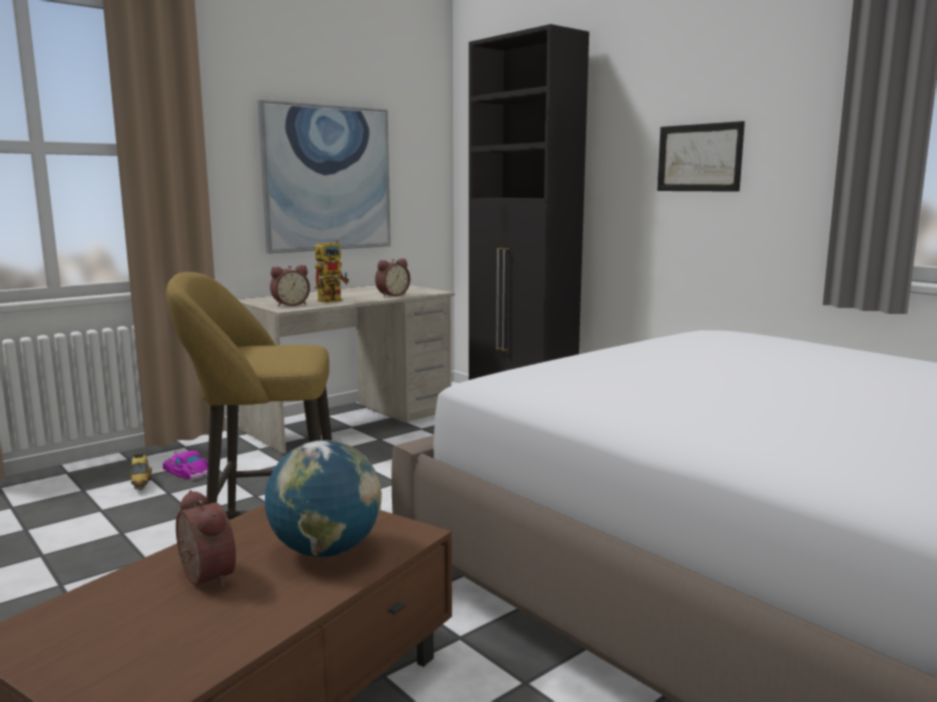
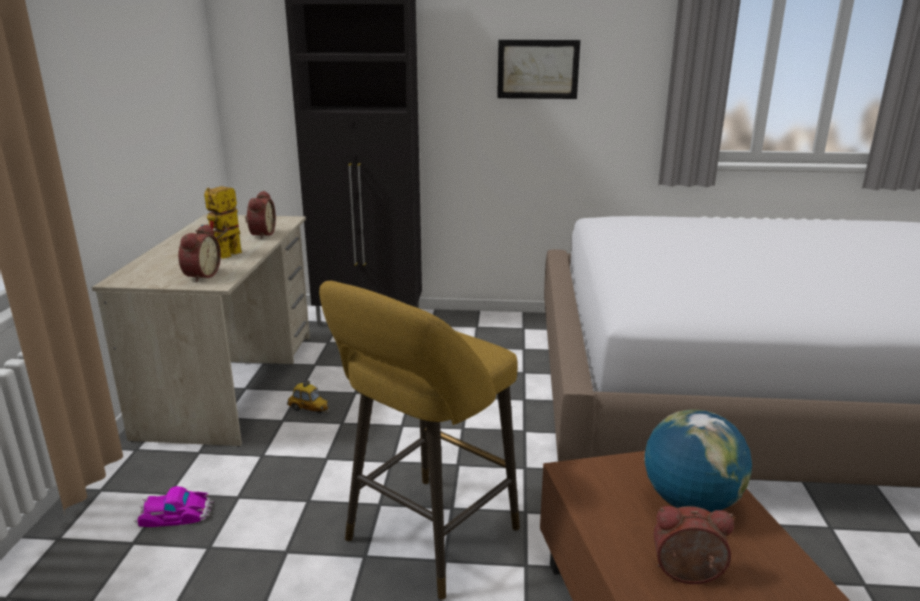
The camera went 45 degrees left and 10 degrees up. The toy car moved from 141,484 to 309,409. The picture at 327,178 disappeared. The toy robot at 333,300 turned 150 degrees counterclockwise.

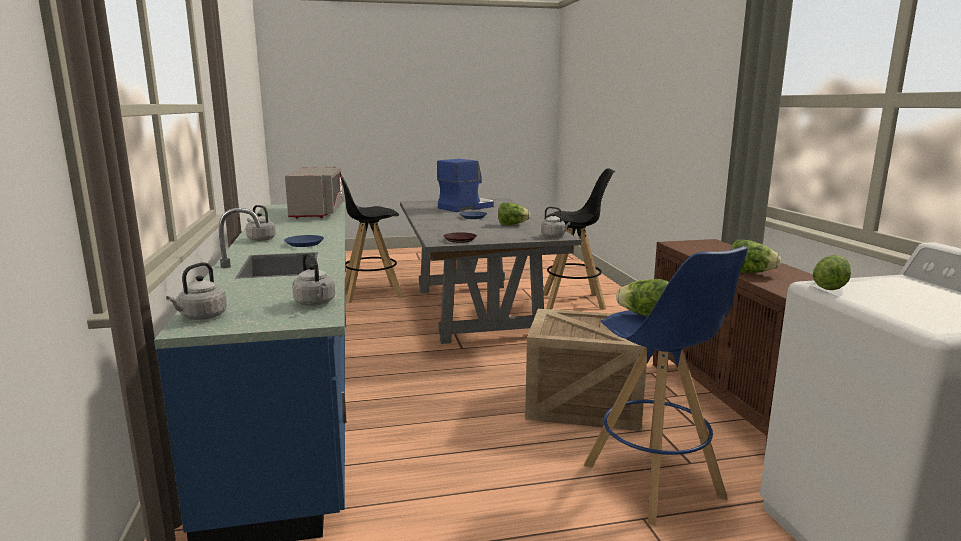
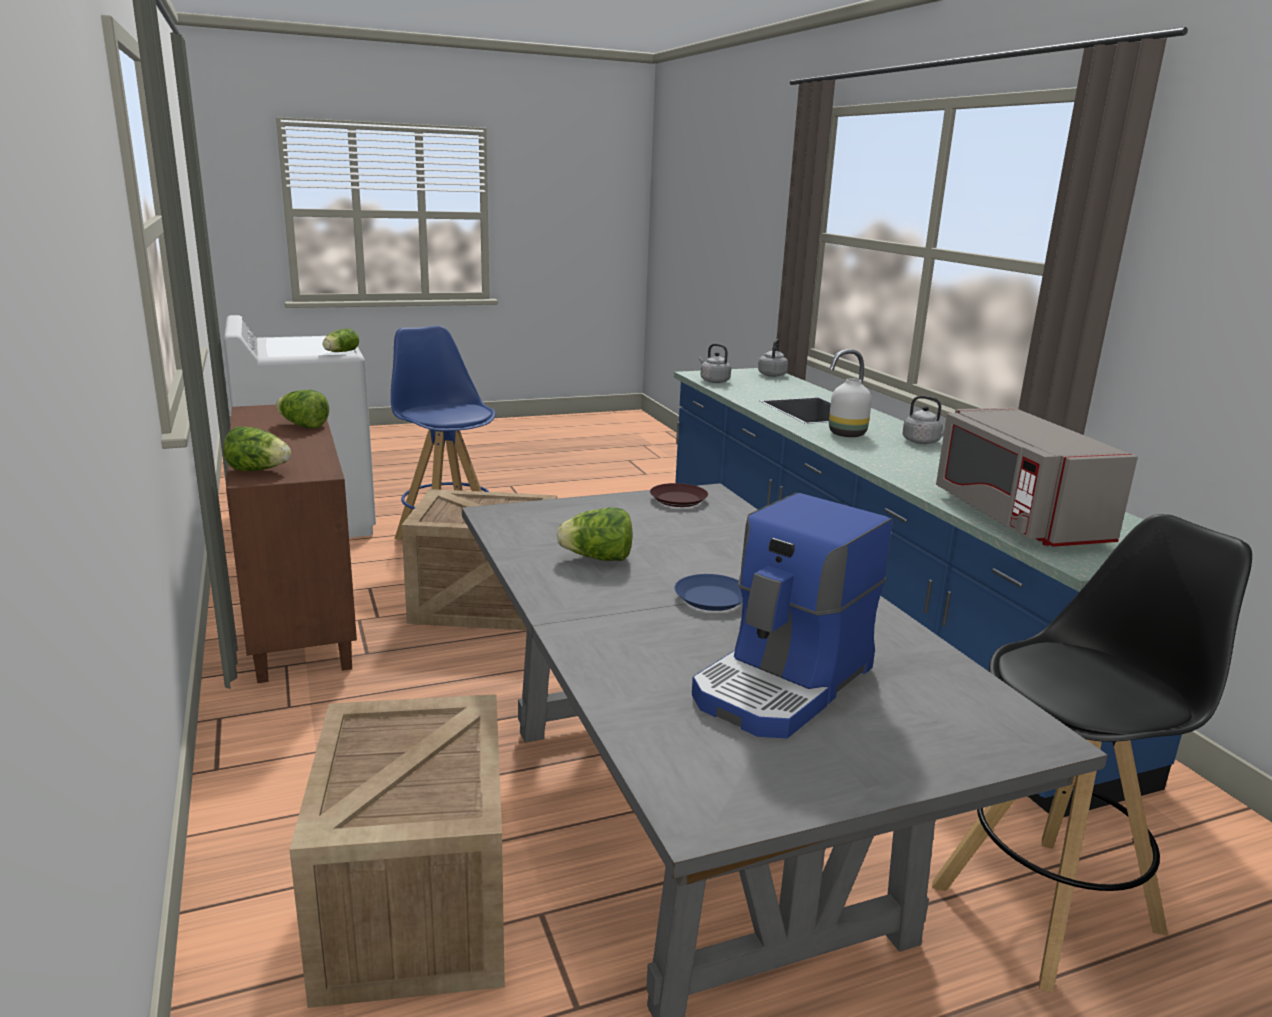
The camera went 170 degrees right and 5 degrees up. The blue plate at 304,244 was replaced by the white vase at 848,434. The grey kettle at 554,236 disappeared. The black stool at 574,302 was replaced by the crate at 412,903. The lettuce moved from 645,316 to 258,470.

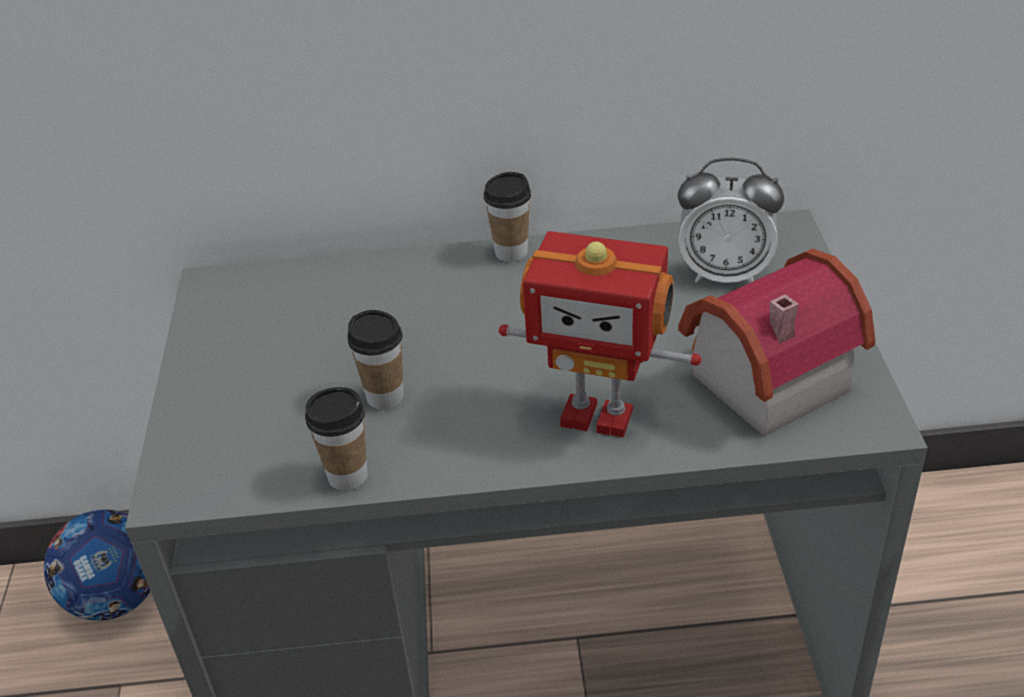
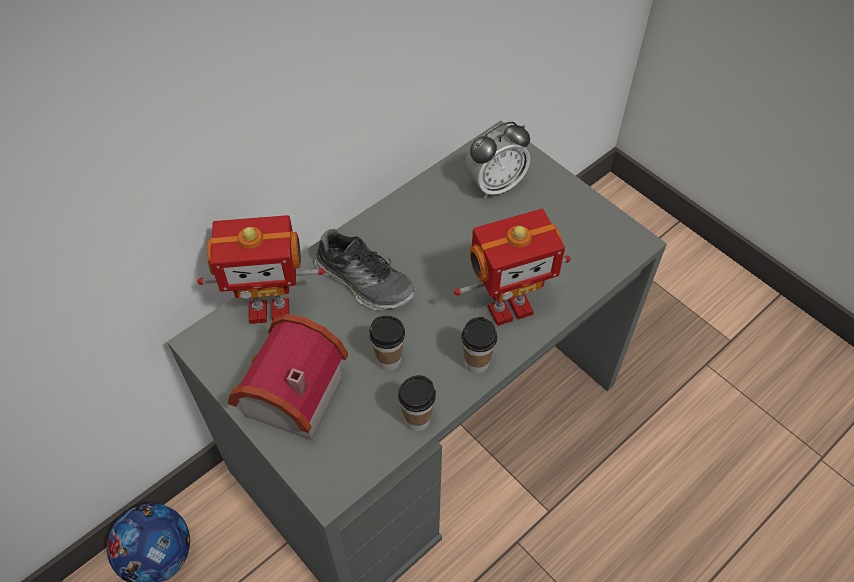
The camera went 40 degrees left and 15 degrees up. The cup moved from 511,252 to 476,363. The toy house moved from 760,379 to 287,397. The toy robot at 269,309 appeared. The shoe at 364,281 appeared.

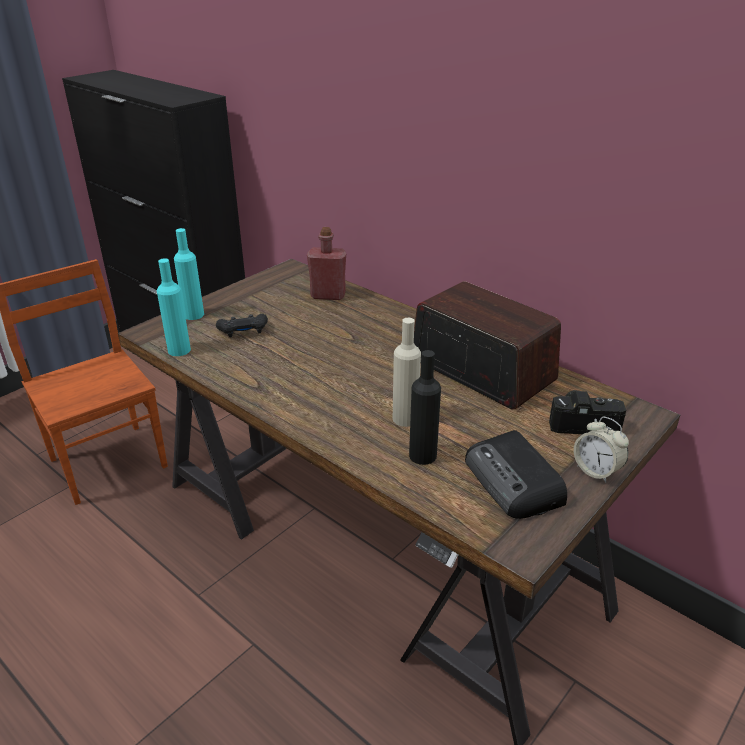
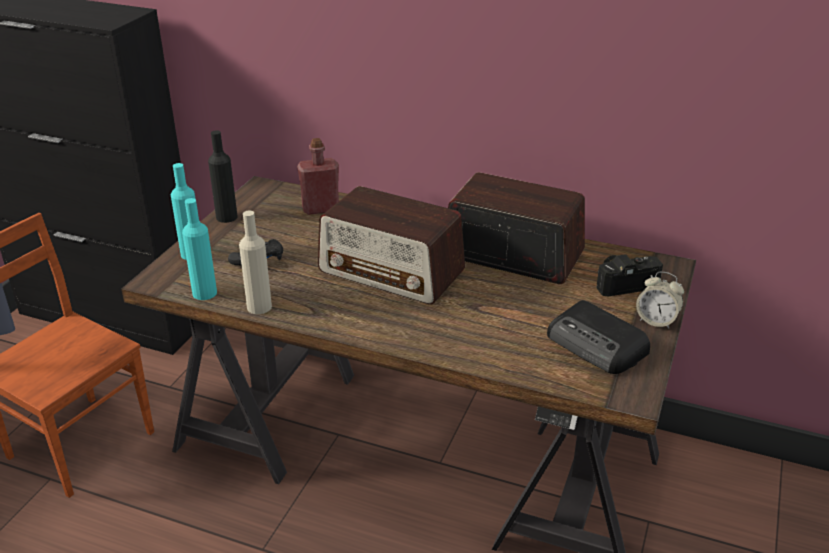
The camera went 20 degrees left and 0 degrees up. The beige bottle moved from 405,418 to 259,307. The black bottle moved from 422,455 to 226,217. The radio at 392,271 appeared.

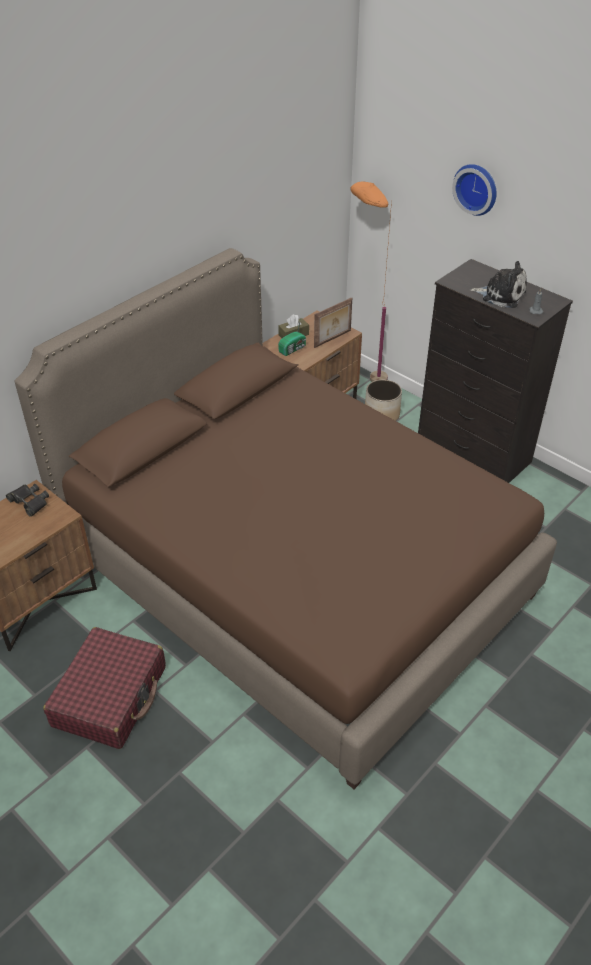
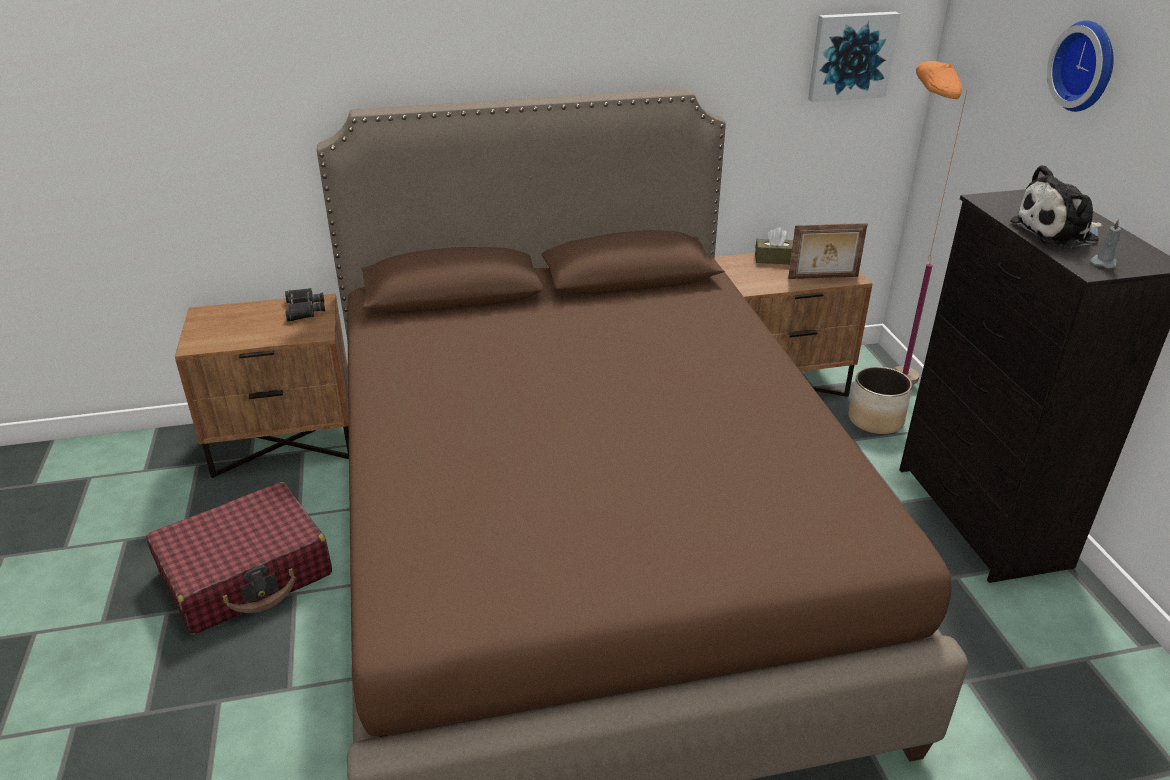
The camera went 35 degrees right and 10 degrees down. The radio at 293,349 disappeared. The plush toy at 501,295 turned 105 degrees clockwise. The picture at 851,56 appeared.

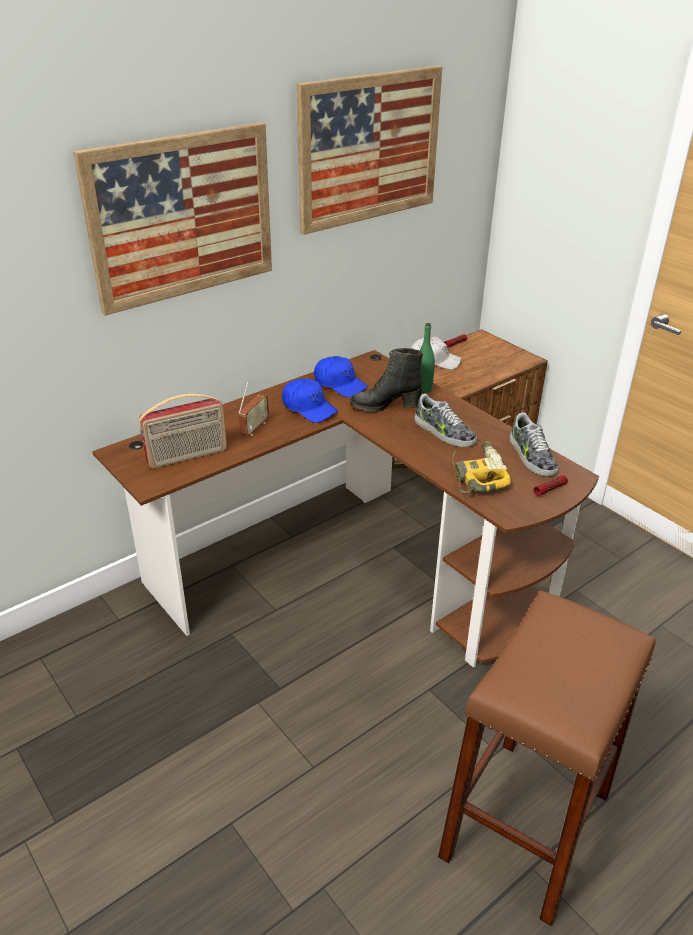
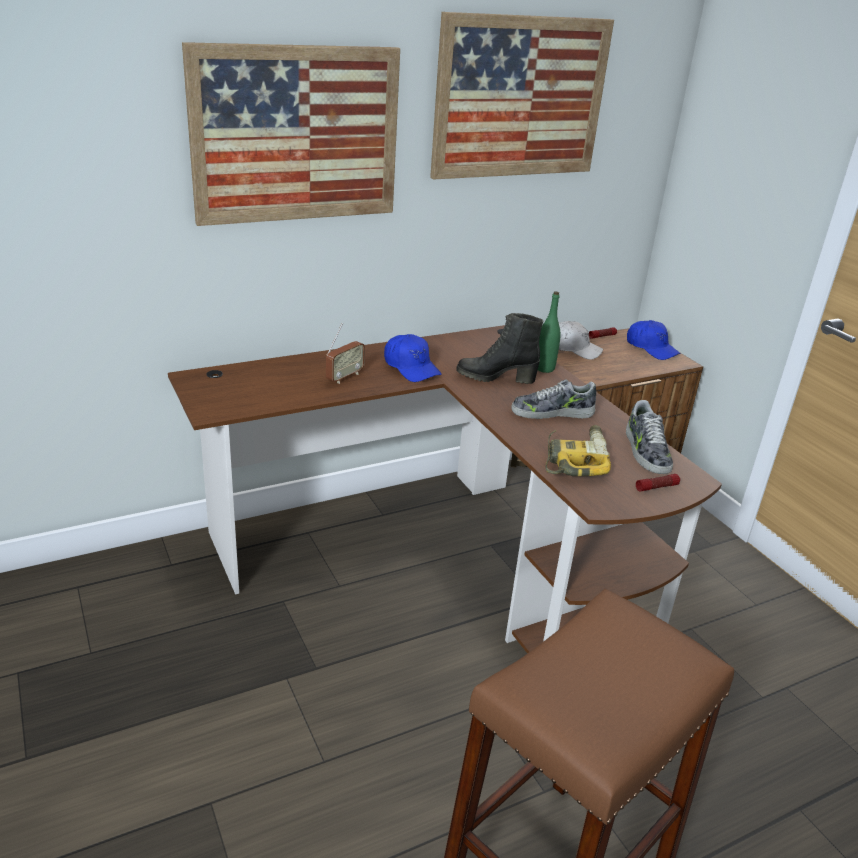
The camera went 10 degrees right and 5 degrees down. The radio at 187,456 disappeared. The blue cap moved from 340,384 to 651,348. The shoe at 444,432 turned 120 degrees clockwise.

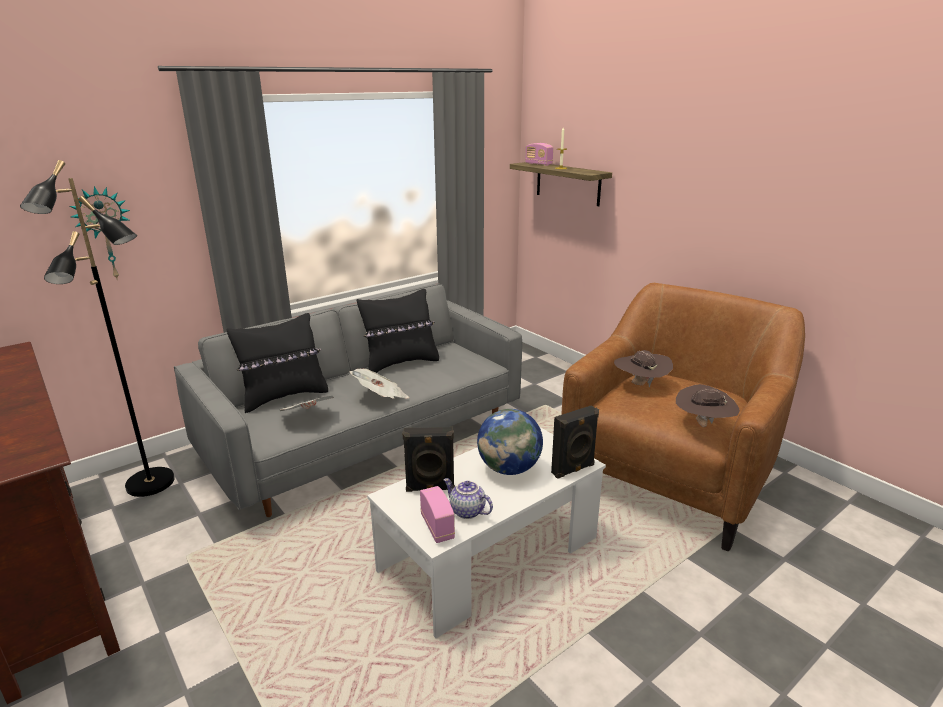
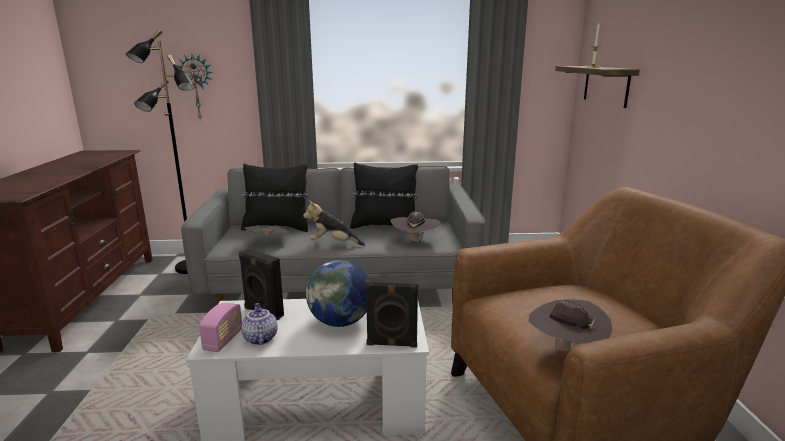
The camera went 35 degrees right and 5 degrees down. The newspaper at 381,397 was replaced by the plush toy at 333,244. The radio at 538,164 disappeared. The brown hat moved from 640,385 to 415,241.

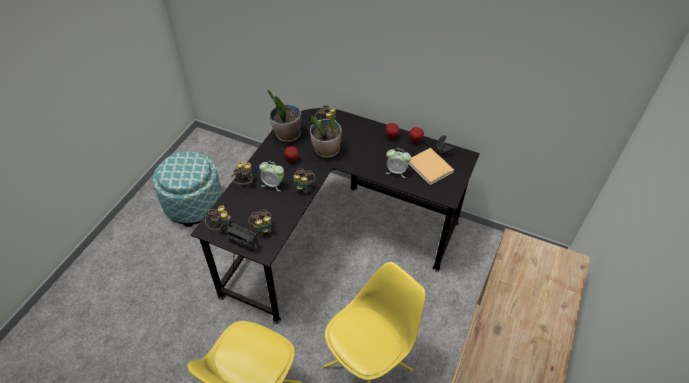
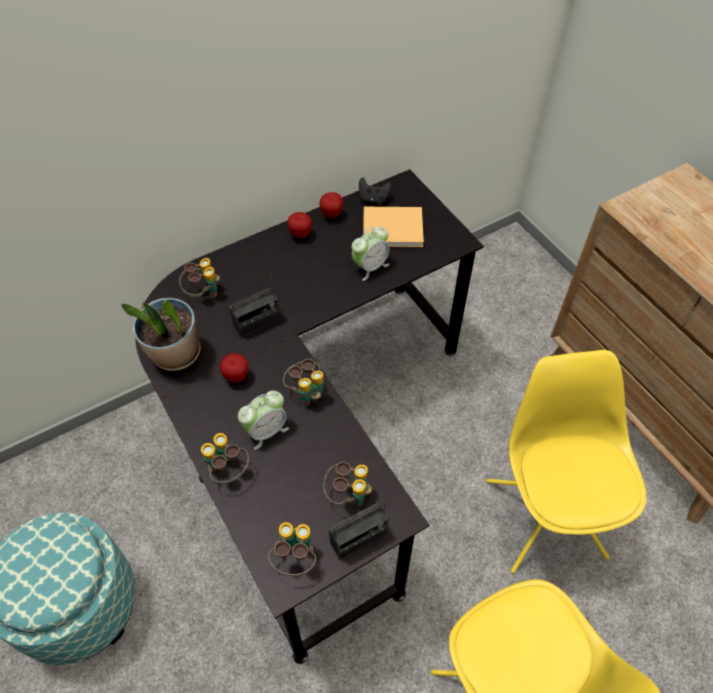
The camera went 55 degrees left and 5 degrees up. The potted plant at 326,150 was replaced by the radio at 257,322.

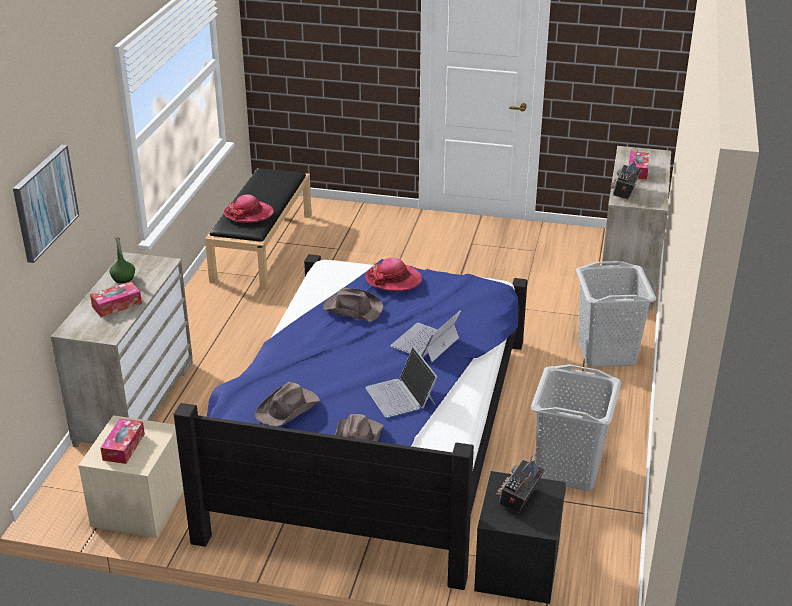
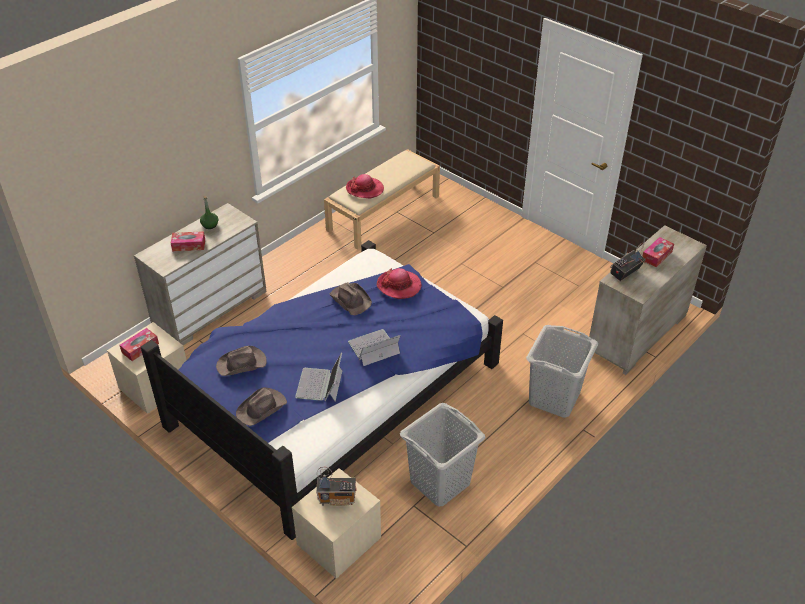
The camera went 30 degrees right and 10 degrees up. The picture at 44,202 disappeared. The black bench at 262,246 became the beige bench at 384,212. The black nightstand at 517,568 became the beige nightstand at 339,542. The radio at 519,498 turned 150 degrees counterclockwise.

